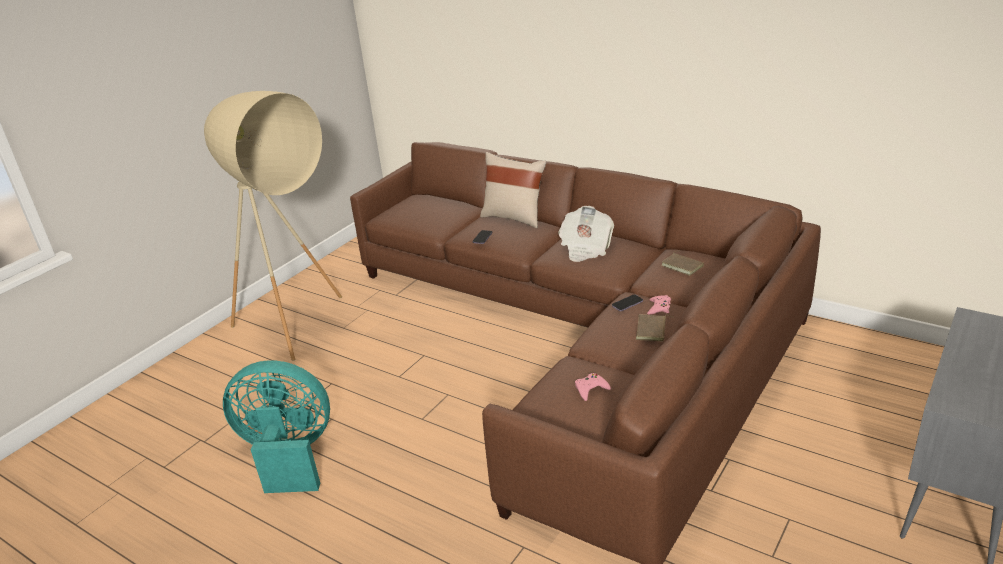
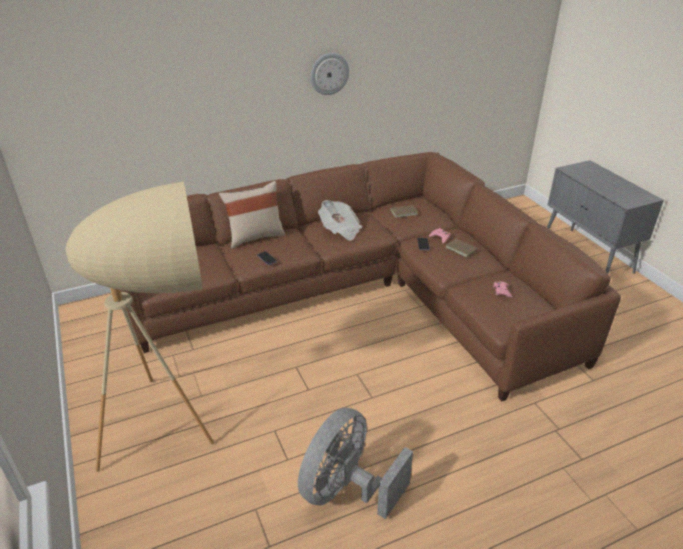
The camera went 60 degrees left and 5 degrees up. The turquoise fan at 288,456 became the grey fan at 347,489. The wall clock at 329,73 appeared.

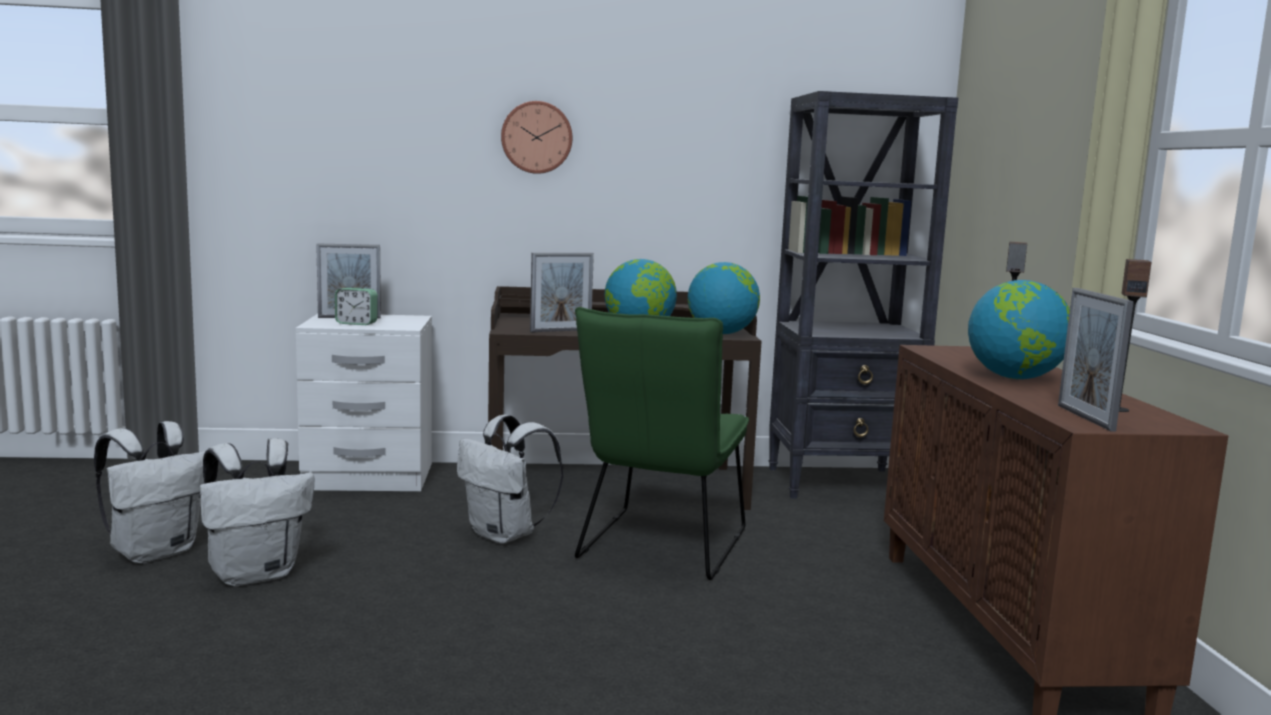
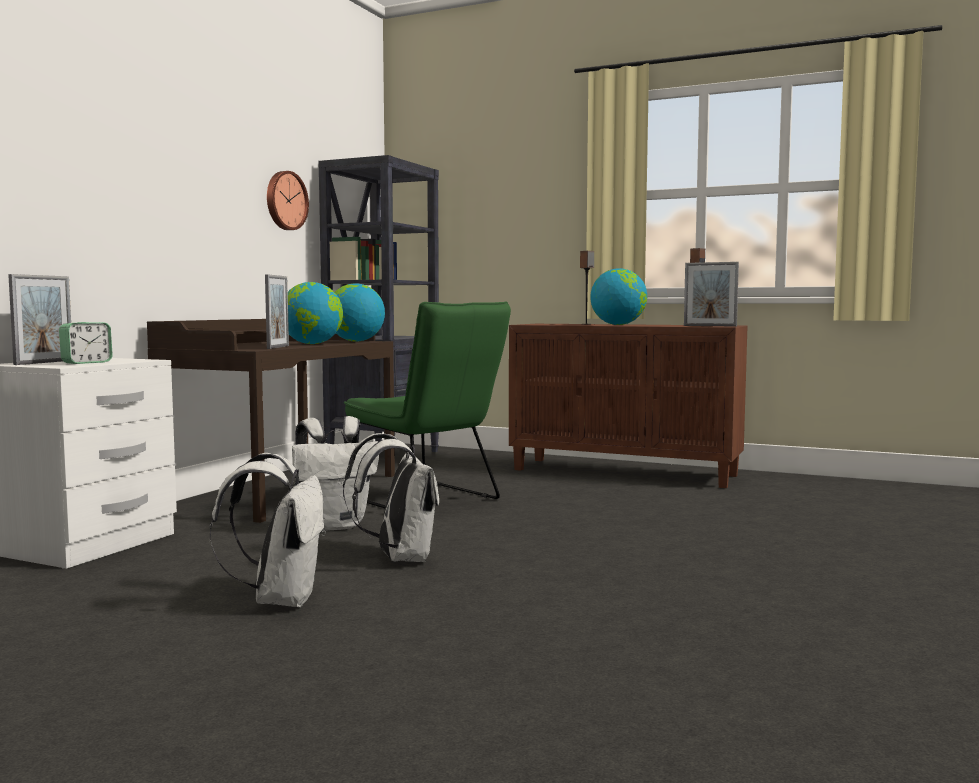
The camera went 60 degrees left and 5 degrees down. The white backpack moved from 156,552 to 399,558. The wall clock moved from 537,137 to 285,200.

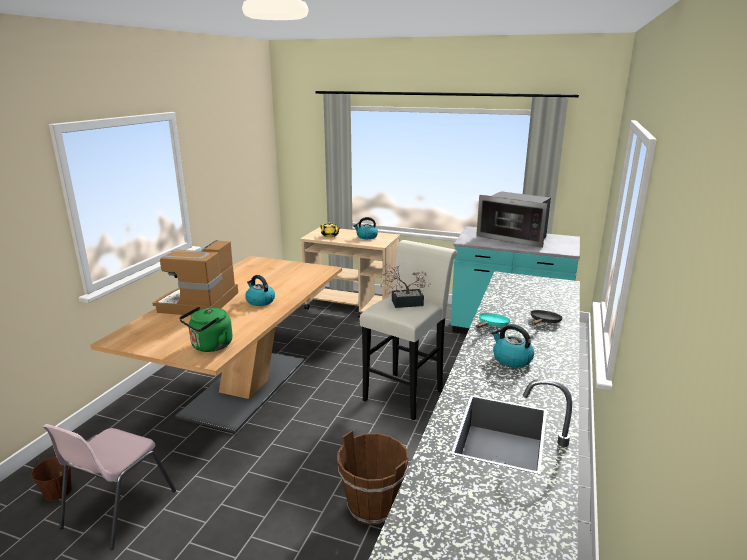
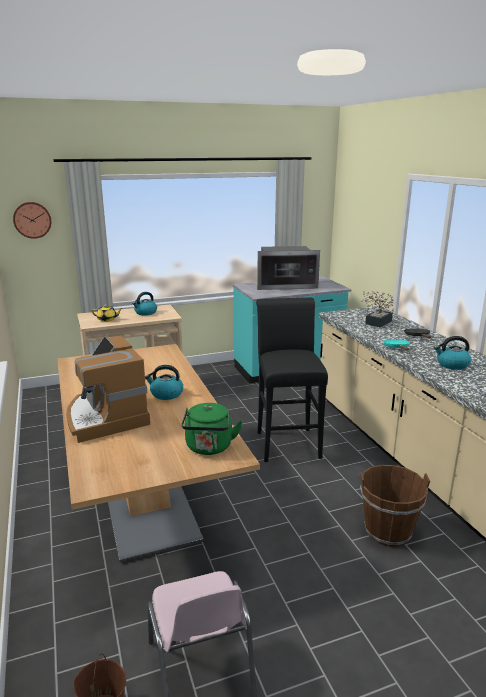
The camera went 40 degrees left and 0 degrees up. The white stool at 406,393 became the black stool at 287,441. The potted plant moved from 403,303 to 376,323. The wall clock at 32,220 appeared.

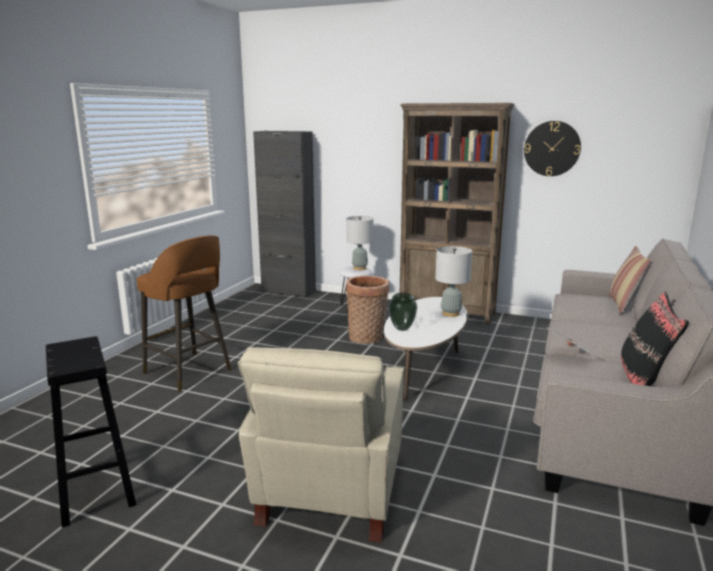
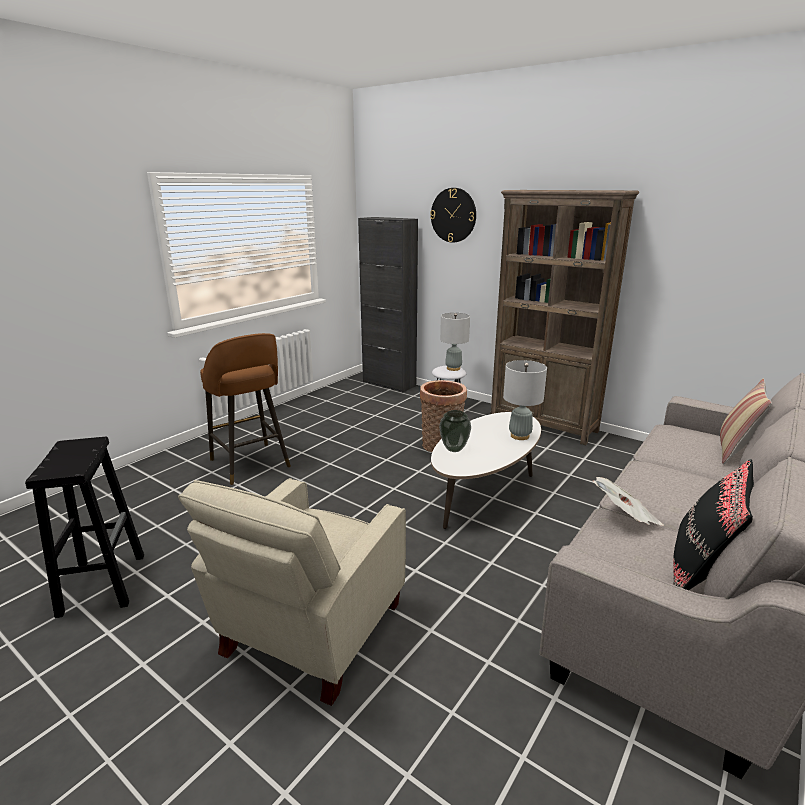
The camera went 15 degrees right and 5 degrees up. The wall clock moved from 552,148 to 453,215.

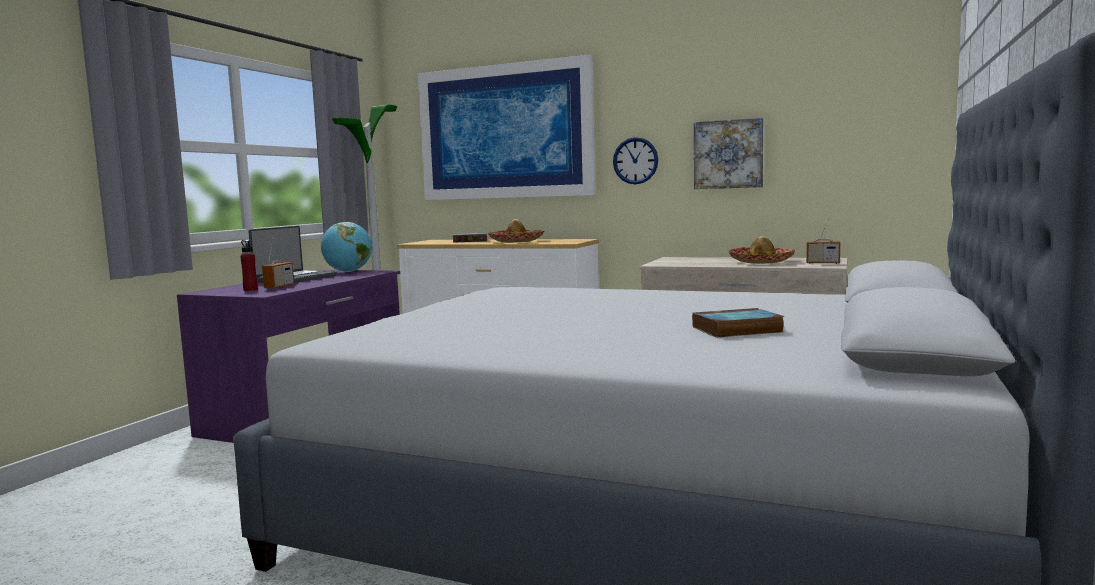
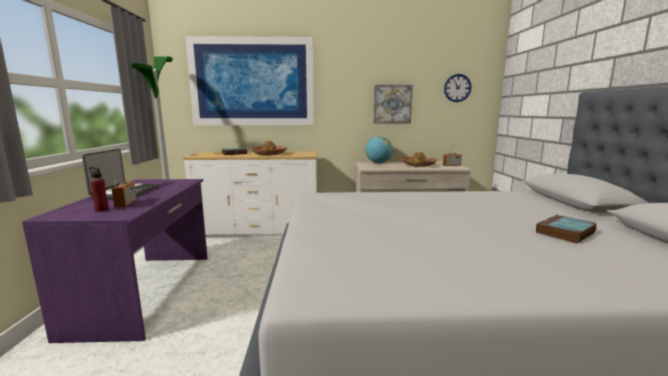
The camera went 25 degrees left and 5 degrees up. The globe moved from 348,271 to 378,163. The wall clock moved from 635,161 to 457,88.

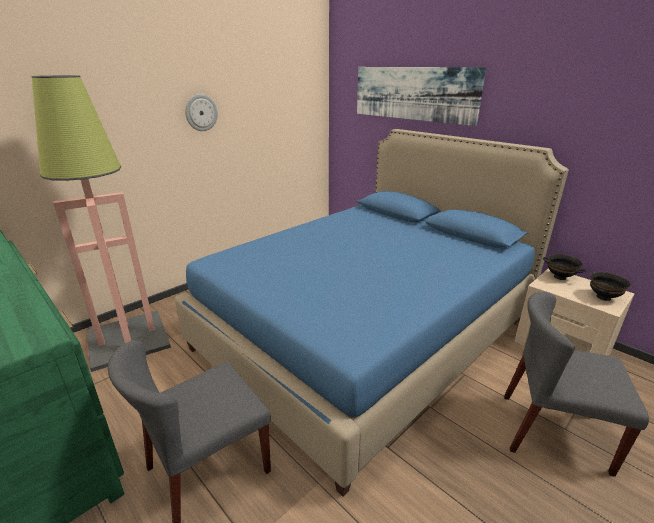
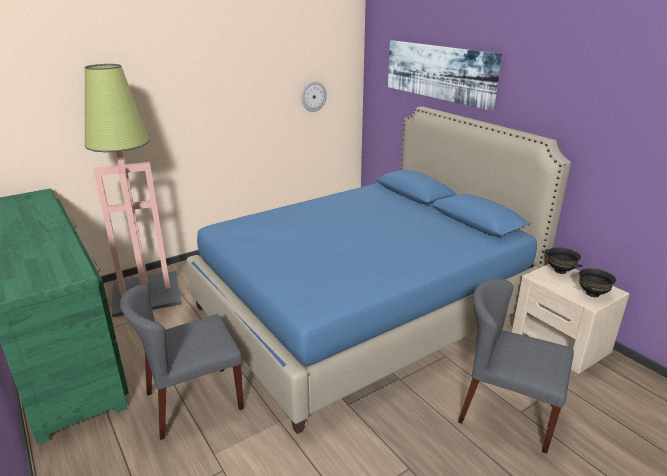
The camera went 10 degrees right and 0 degrees up. The wall clock moved from 201,112 to 313,96.

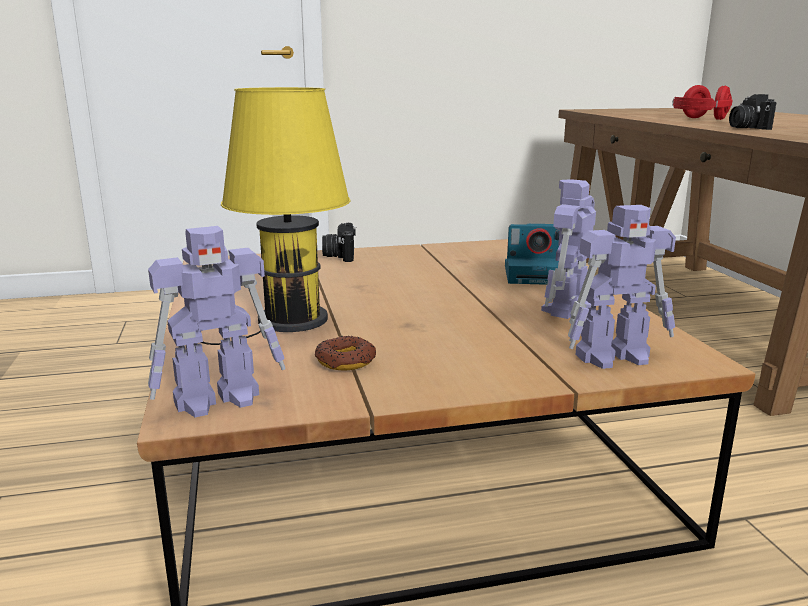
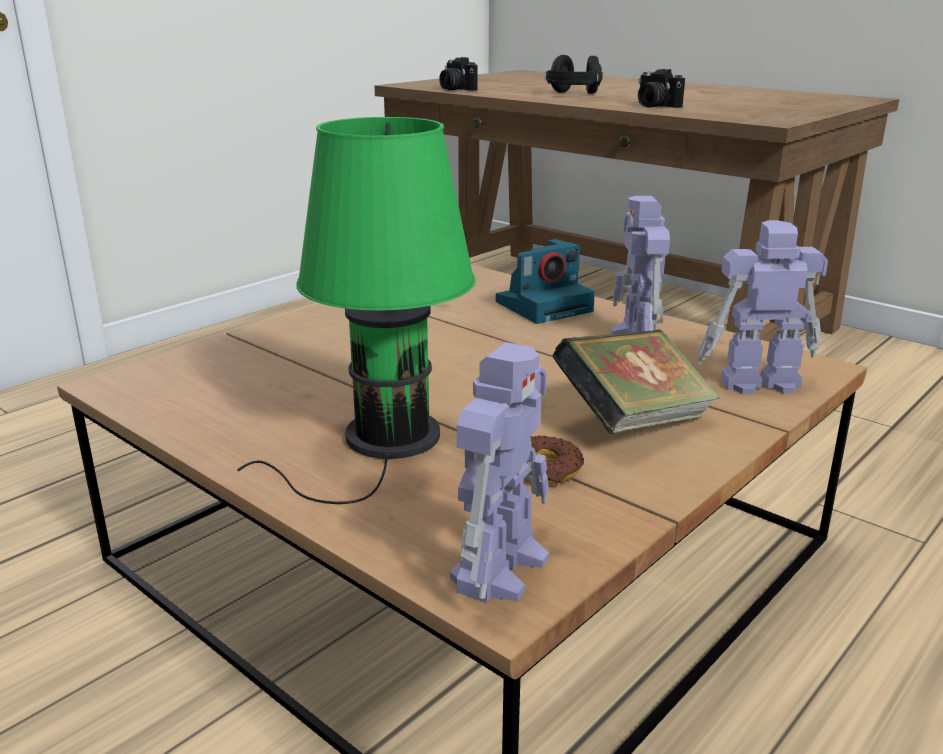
The camera went 35 degrees left and 5 degrees up. The yellow table lamp at 283,321 became the green table lamp at 384,441. The photo camera moved from 340,255 to 455,89. The toy robot at 615,356 turned 135 degrees counterclockwise. The red headphones at 699,119 became the black headphones at 573,94. The book at 633,422 appeared.

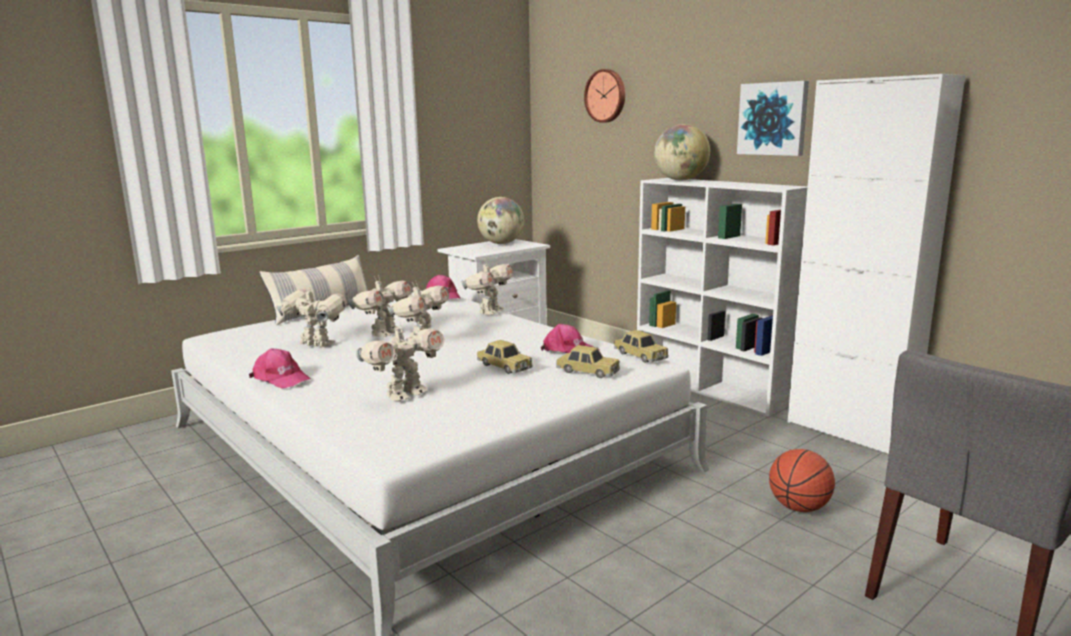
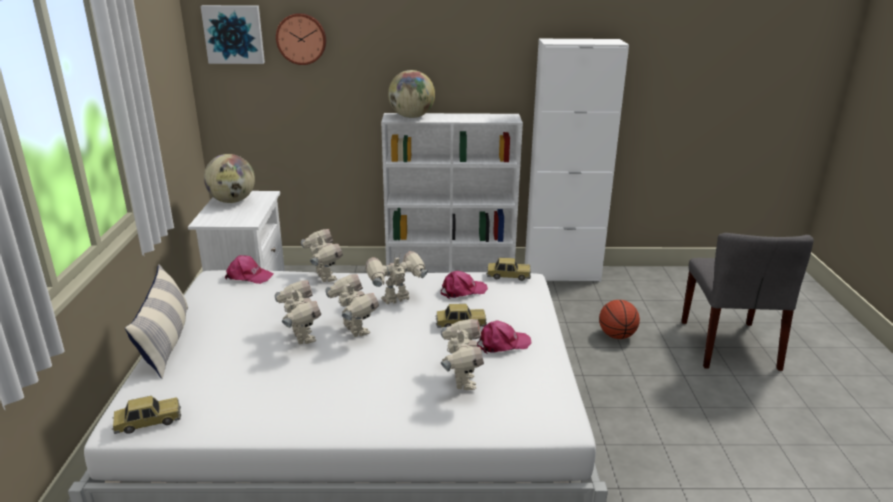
The camera went 50 degrees left and 10 degrees up. The pink cap moved from 280,379 to 502,344. The toy robot moved from 315,345 to 396,300. The toy car moved from 587,371 to 148,422. The picture moved from 773,119 to 234,34.

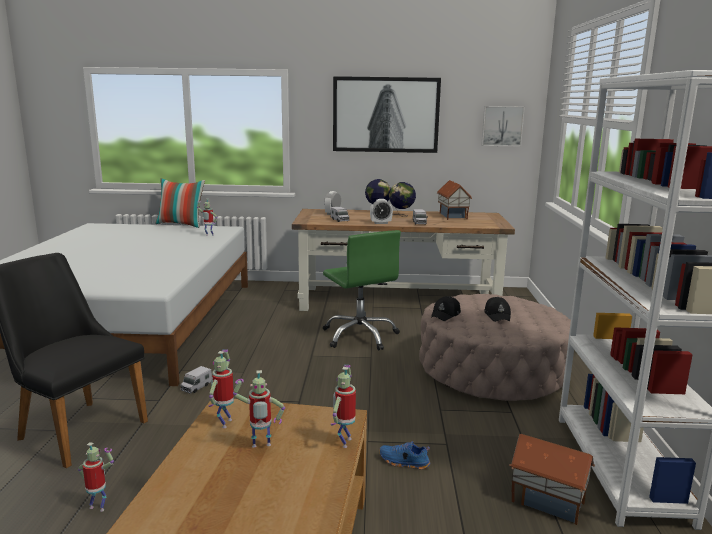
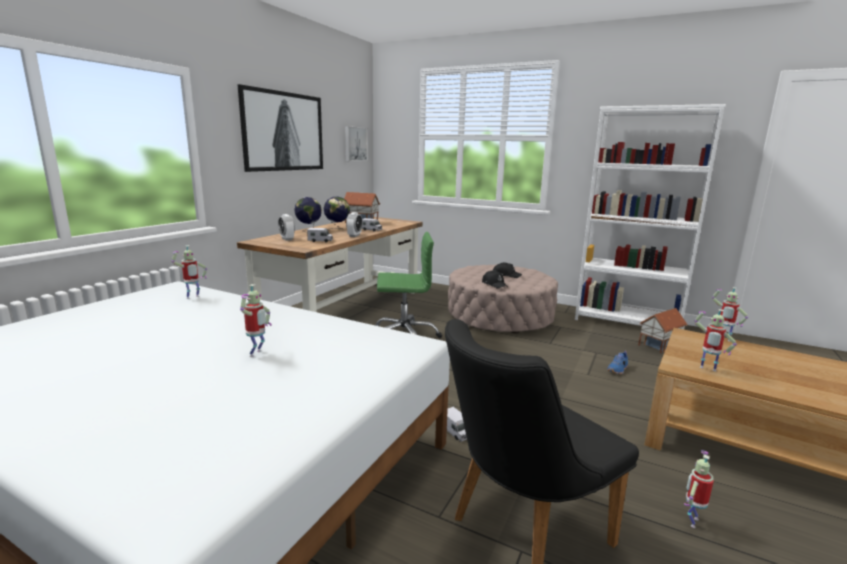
The camera went 65 degrees left and 0 degrees up. The pillow at 181,225 disappeared. The toy robot moved from 261,447 to 257,354.

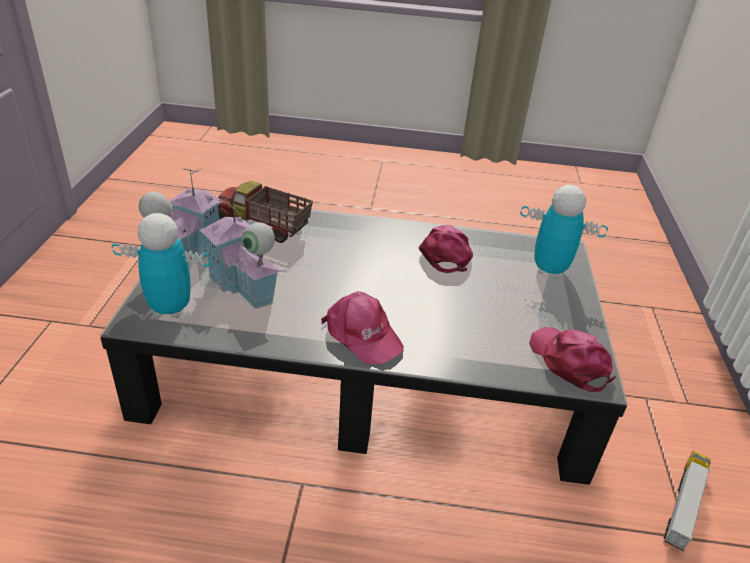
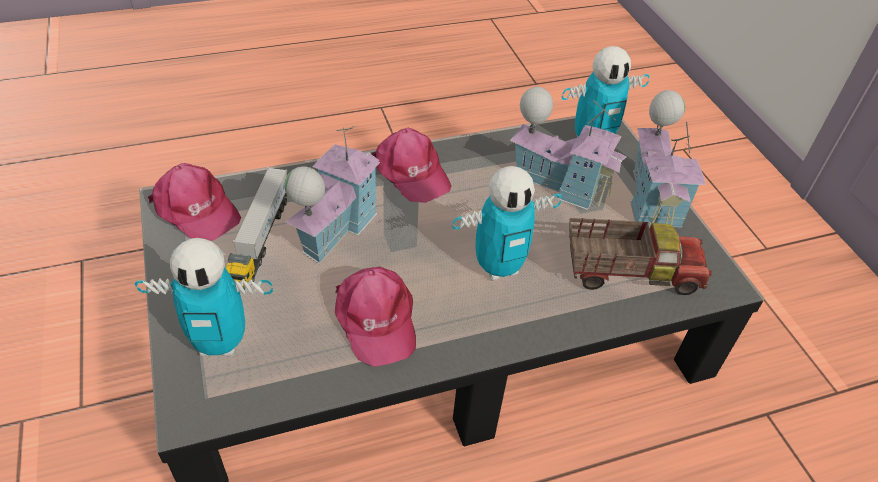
The camera went 155 degrees right and 10 degrees up. The pink cap at 362,335 turned 150 degrees counterclockwise. The toy truck moved from 683,506 to 261,239. The toy house at 335,228 appeared. The toy robot at 498,267 appeared.

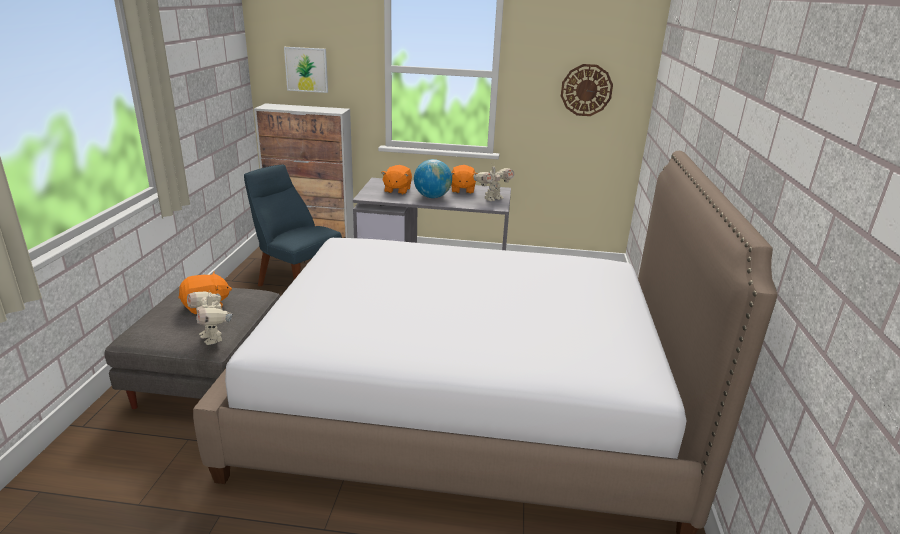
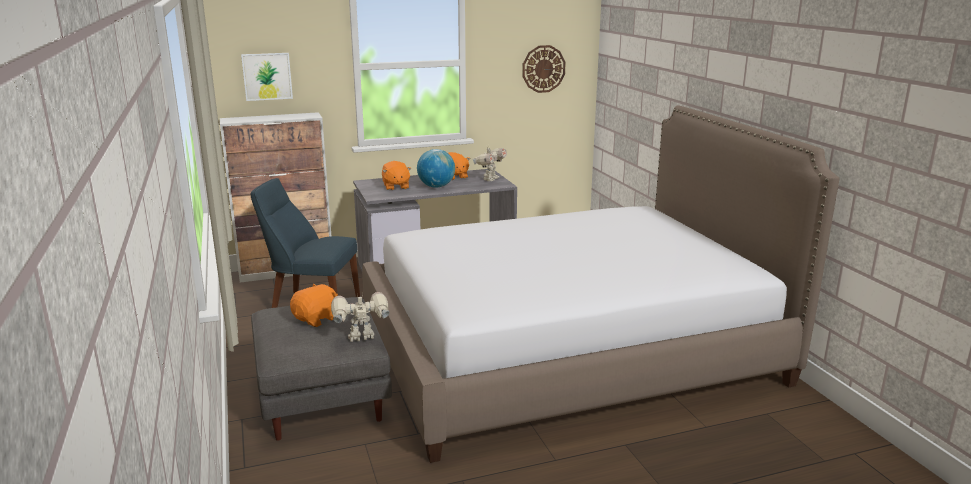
The camera went 25 degrees left and 5 degrees down. The toy robot at 213,338 turned 135 degrees clockwise.

